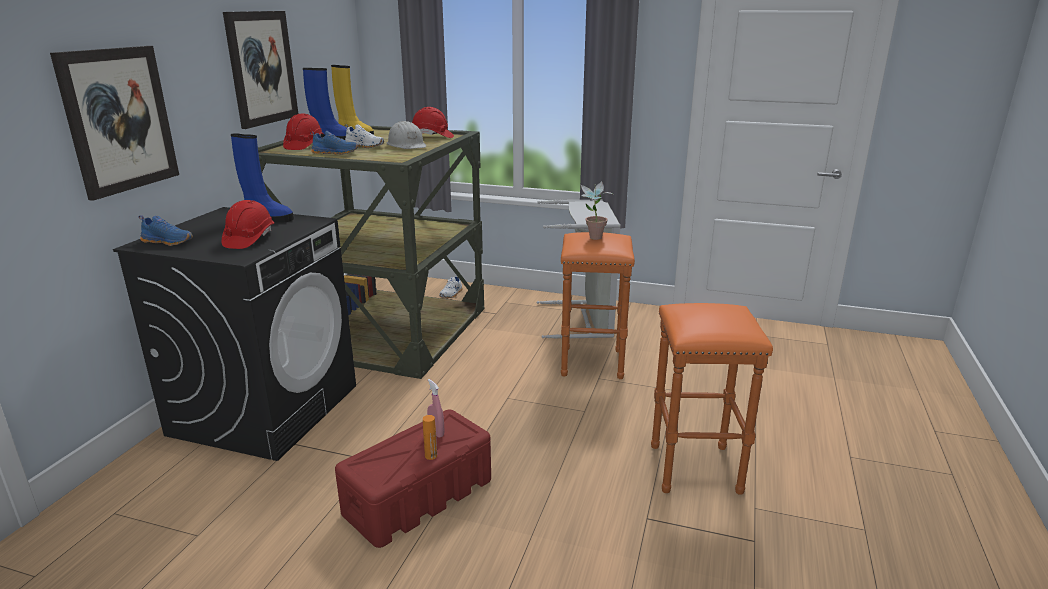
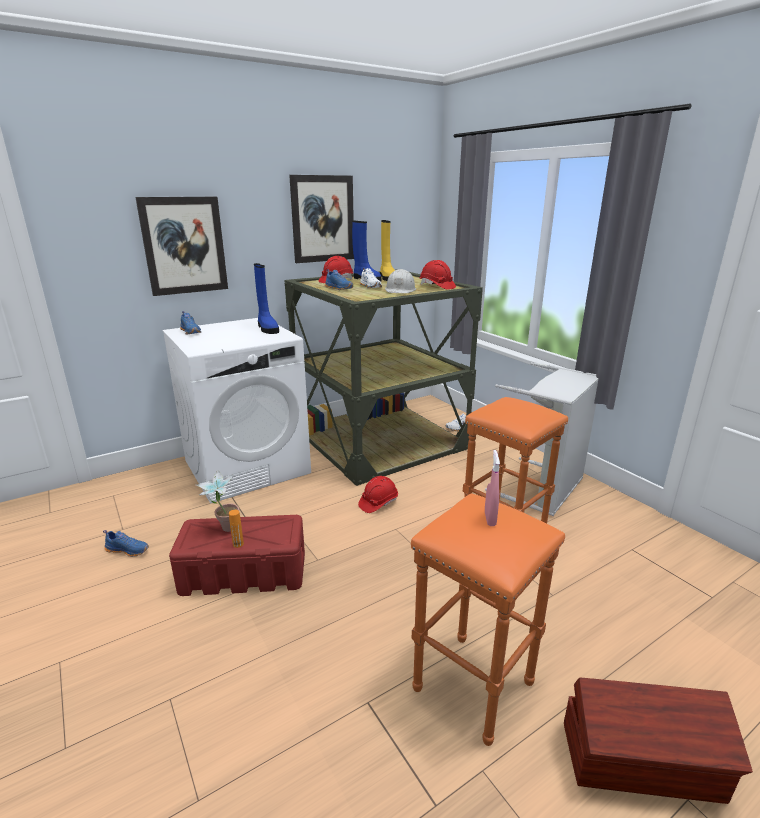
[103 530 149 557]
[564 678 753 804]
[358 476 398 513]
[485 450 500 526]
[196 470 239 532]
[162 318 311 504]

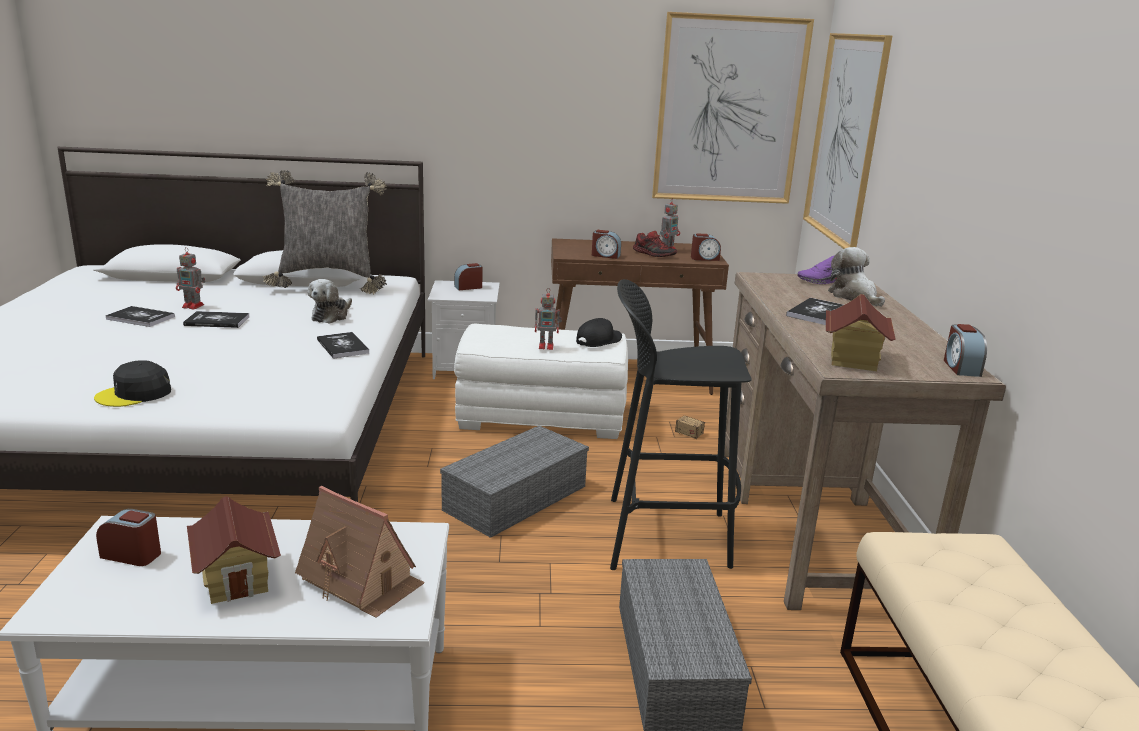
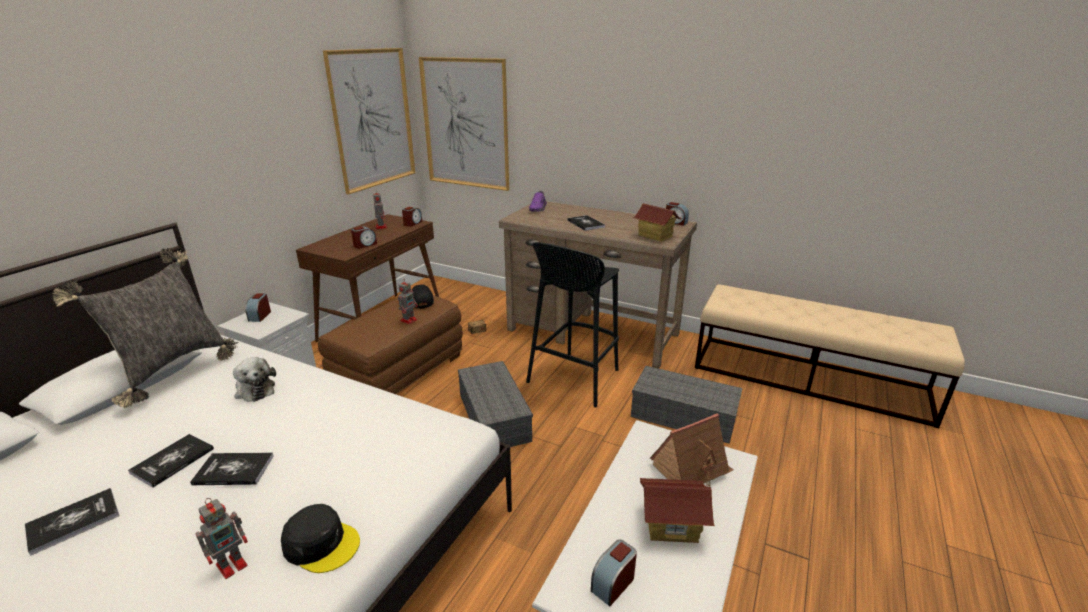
[633 231 677 257] (first image)
[828 247 885 307] (first image)
[195 498 248 579]
[190 452 274 485]
[318 295 463 394]
[281 504 360 573]

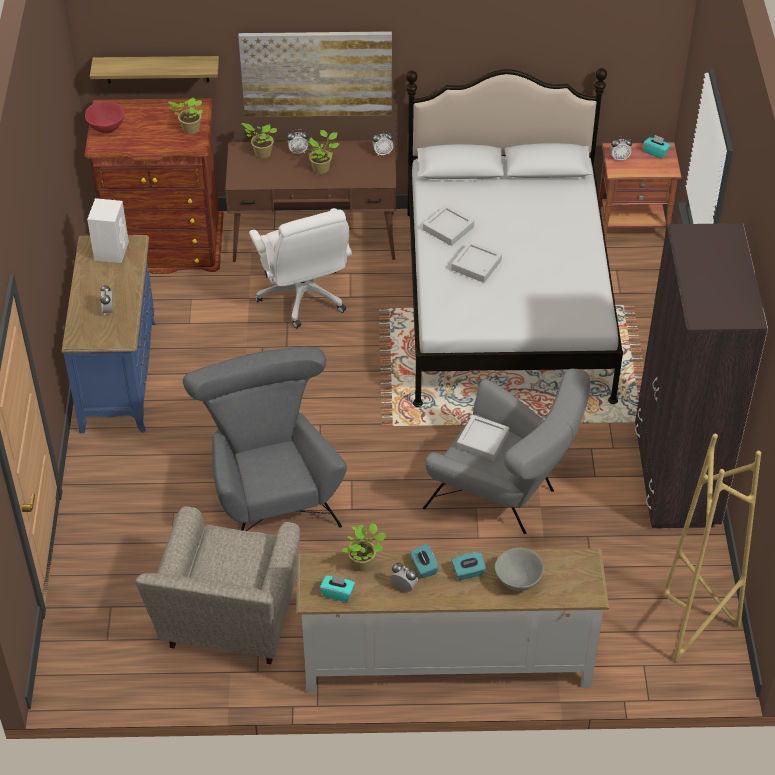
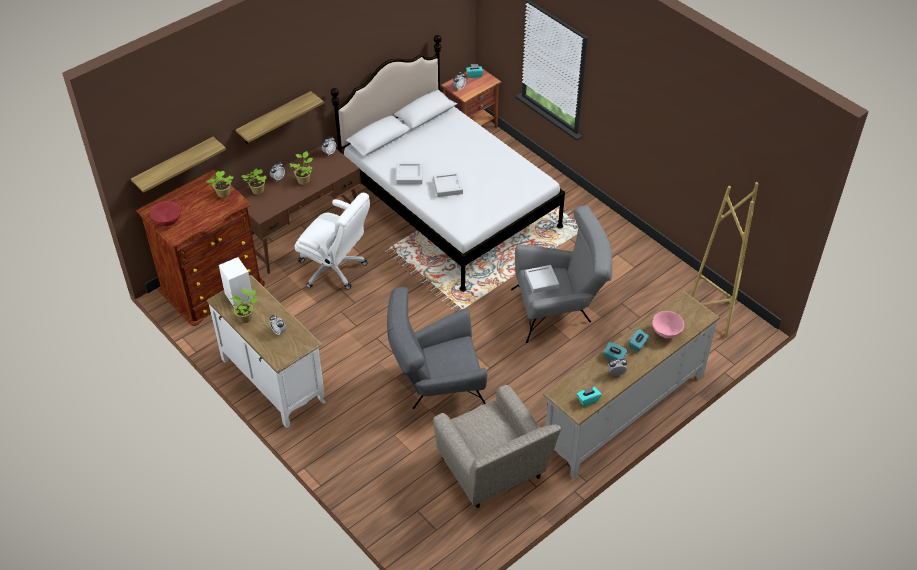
[635 223 768 529] (first image)
[230 289 258 323]
[236 91 324 144]
[206 275 325 428]
[652 311 684 338]
[387 287 487 409]

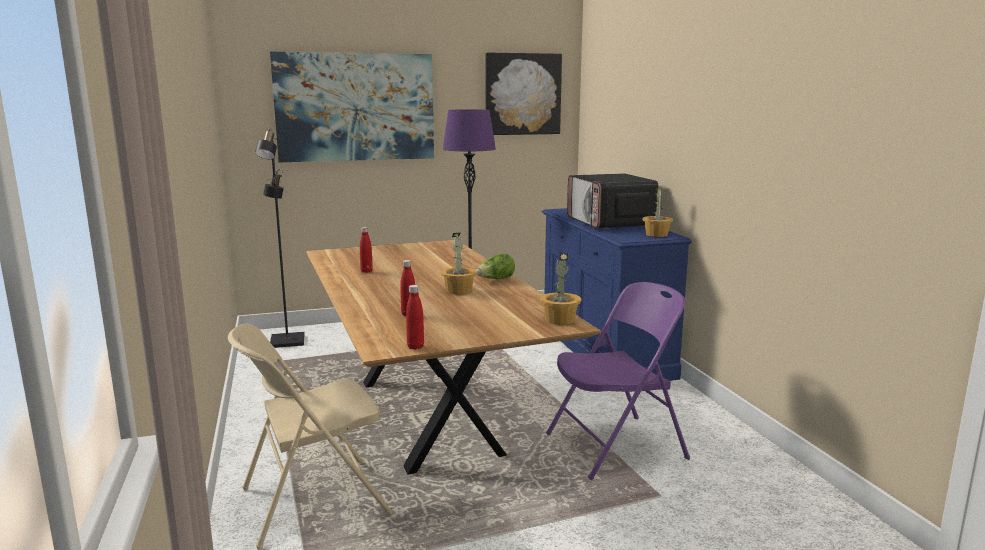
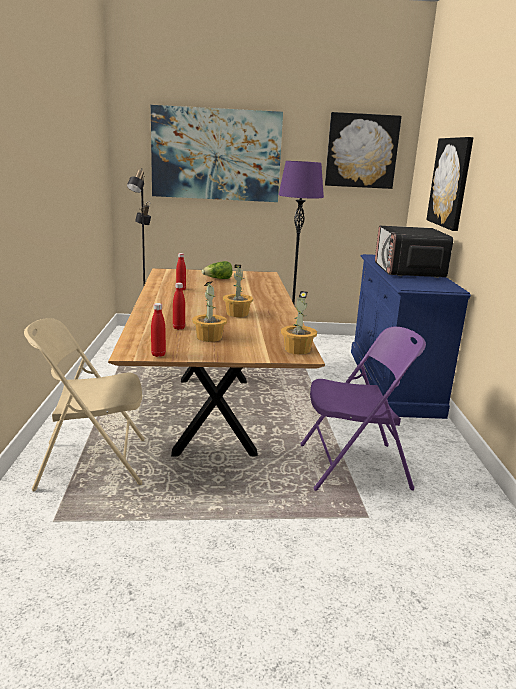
[426 137 473 231]
[202 261 232 279]
[192 281 227 342]

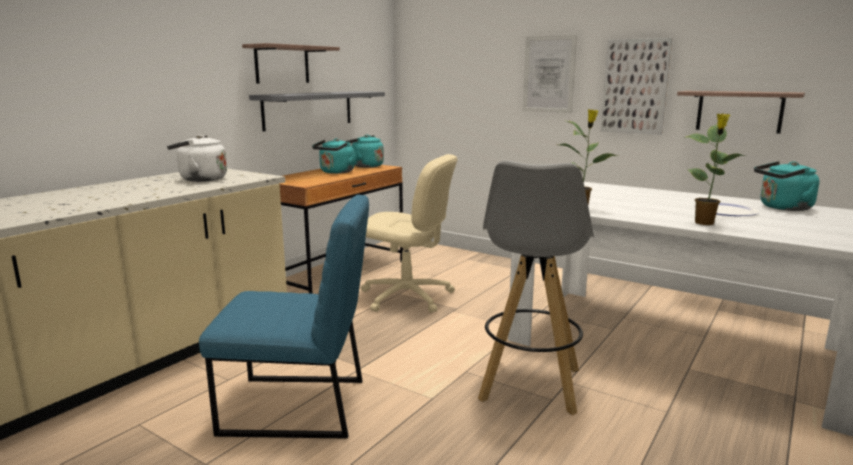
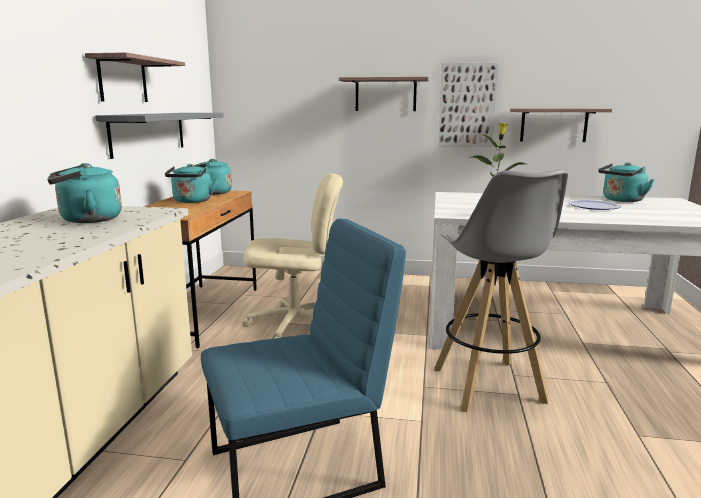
[685 113 746 225] (first image)
[339 77 429 111]
[47 163 122 223]

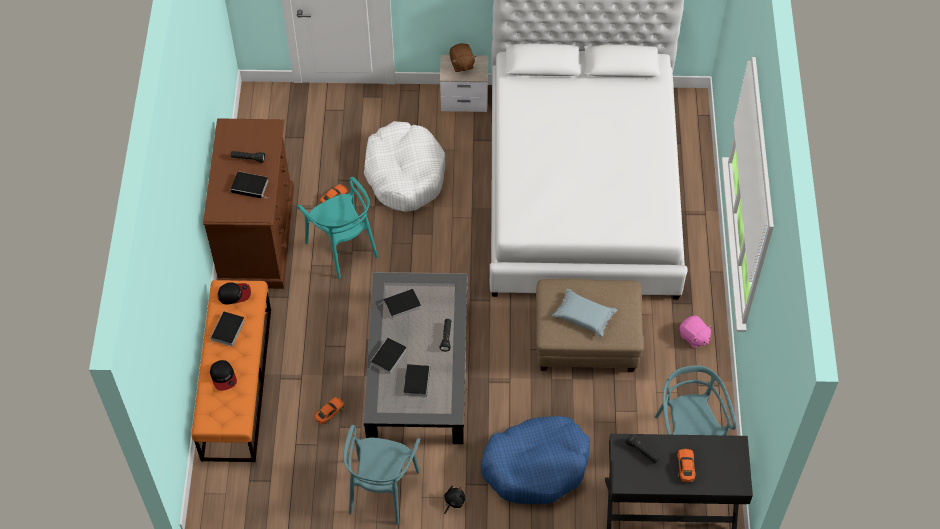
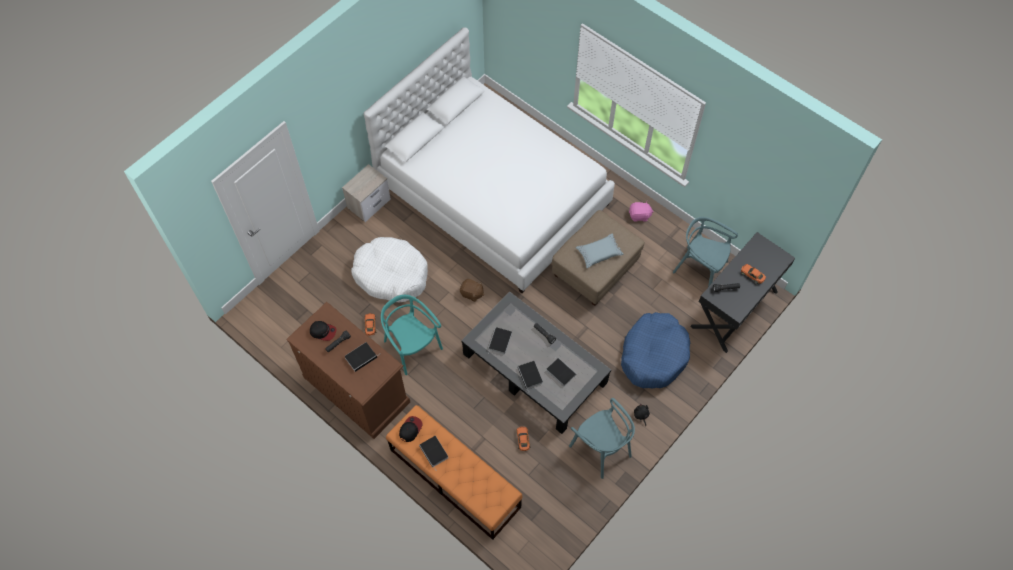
[310 321 337 341]
[460 279 484 302]
[381 295 443 375]

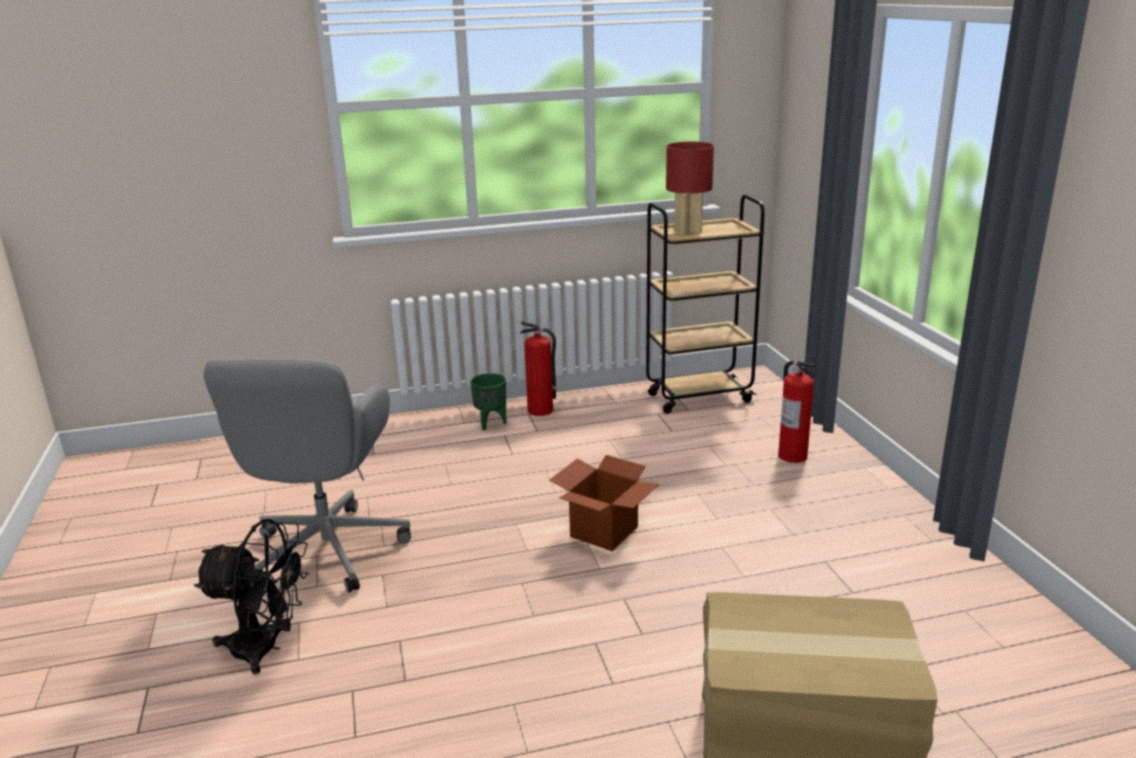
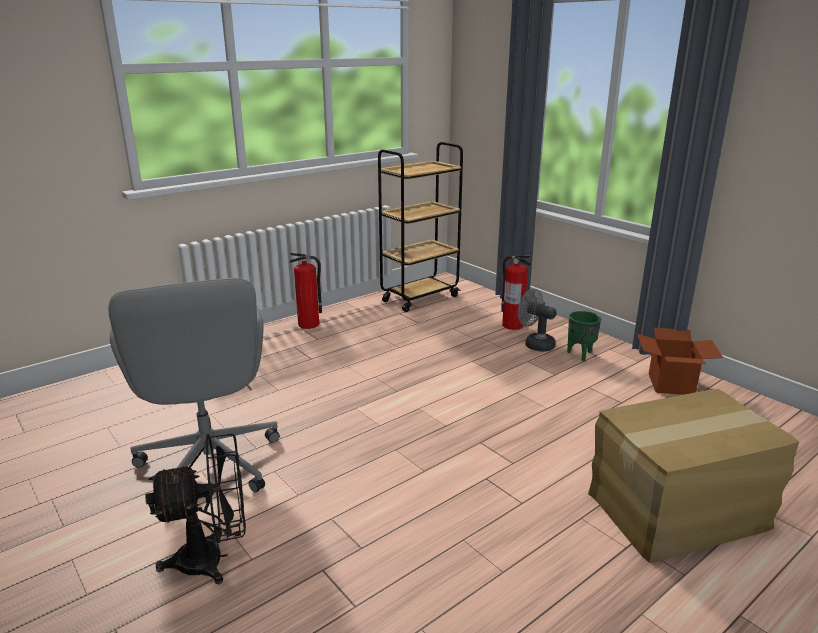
[666 142 714 235] (first image)
[518 289 557 352]
[567 311 601 361]
[637 328 723 395]

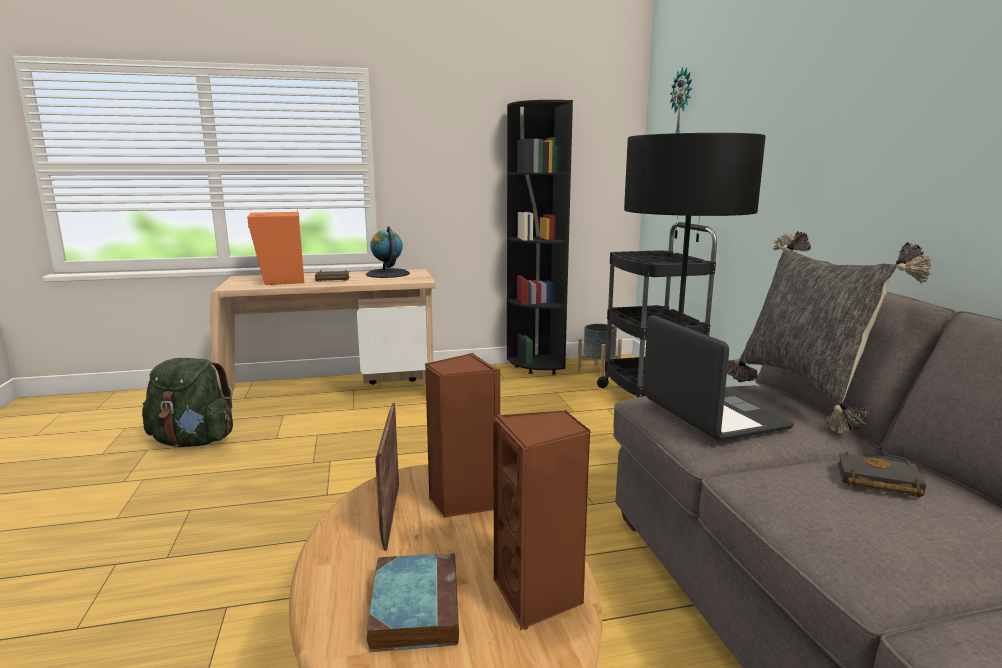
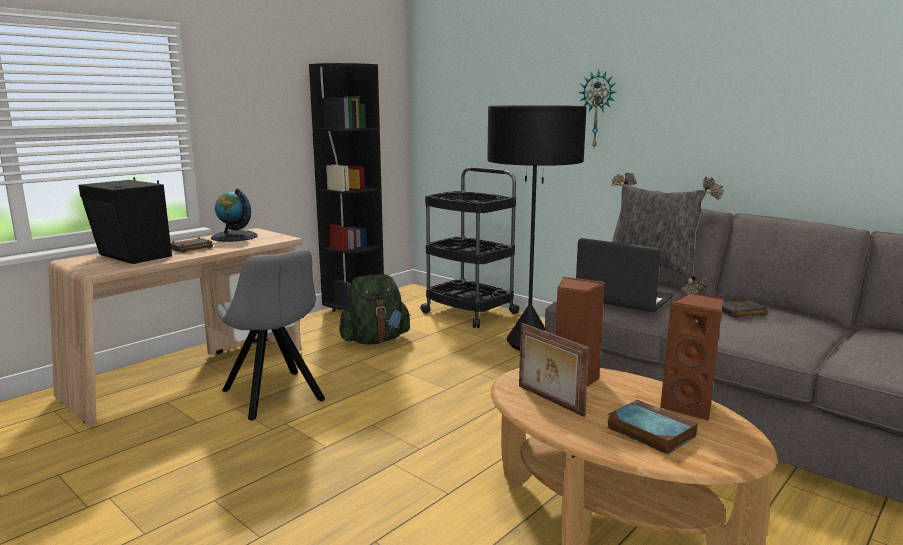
[577 324 622 377] (first image)
[216 249 325 421]
[339 274 411 344]
[579 70 616 148]
[79 177 172 264]

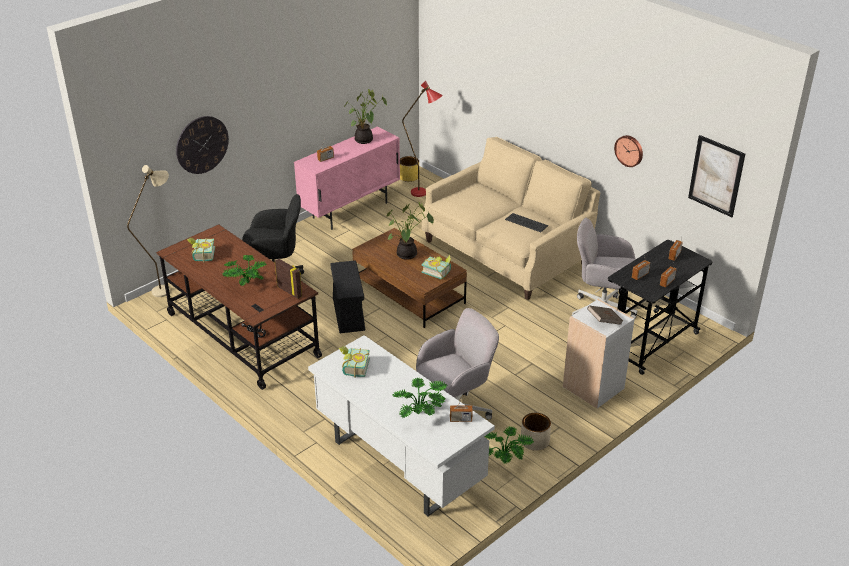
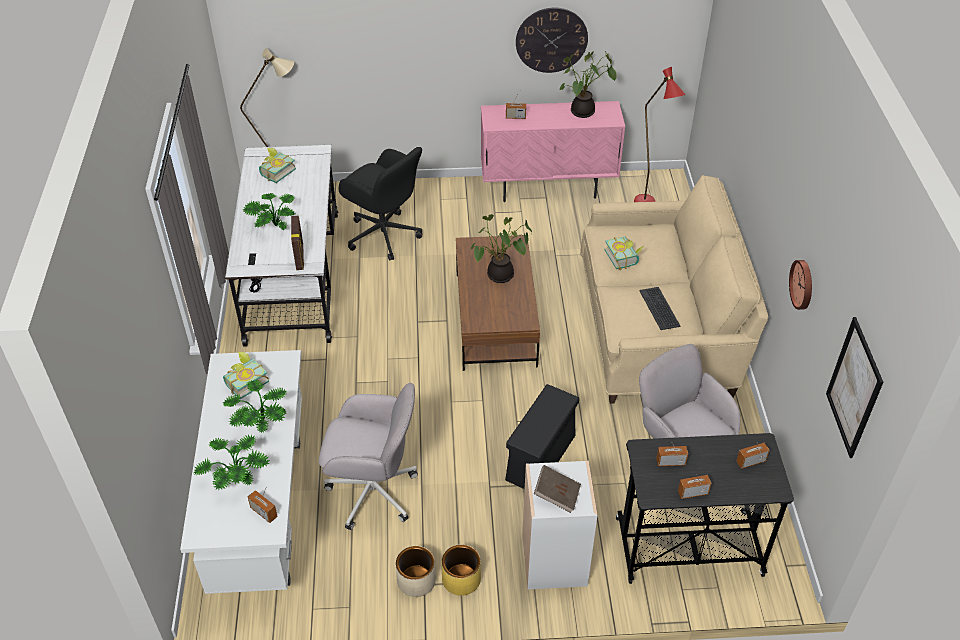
[516 8 588 73]
[505 384 579 489]
[442 545 481 596]
[605 236 643 270]
[223 380 287 433]
[225 145 338 347]

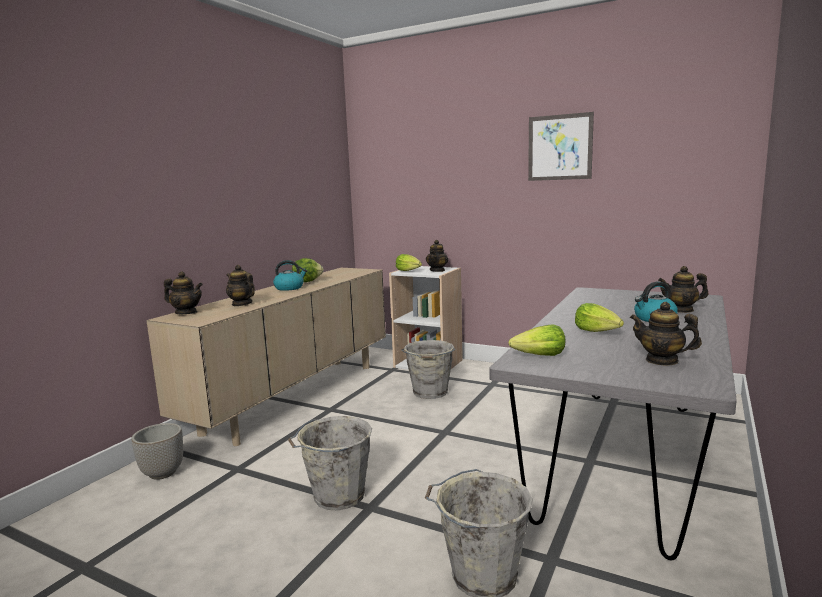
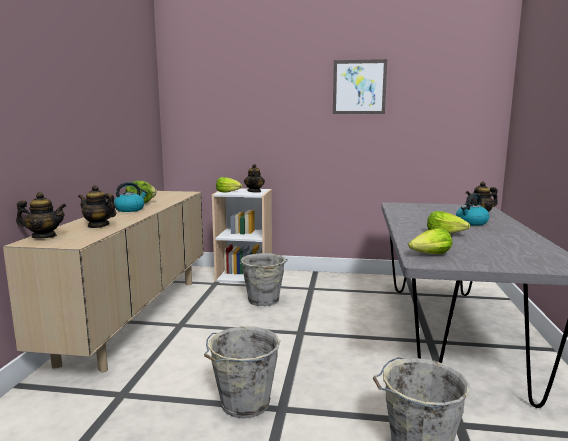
[131 423 183 480] (first image)
[630 302 702 366] (first image)

